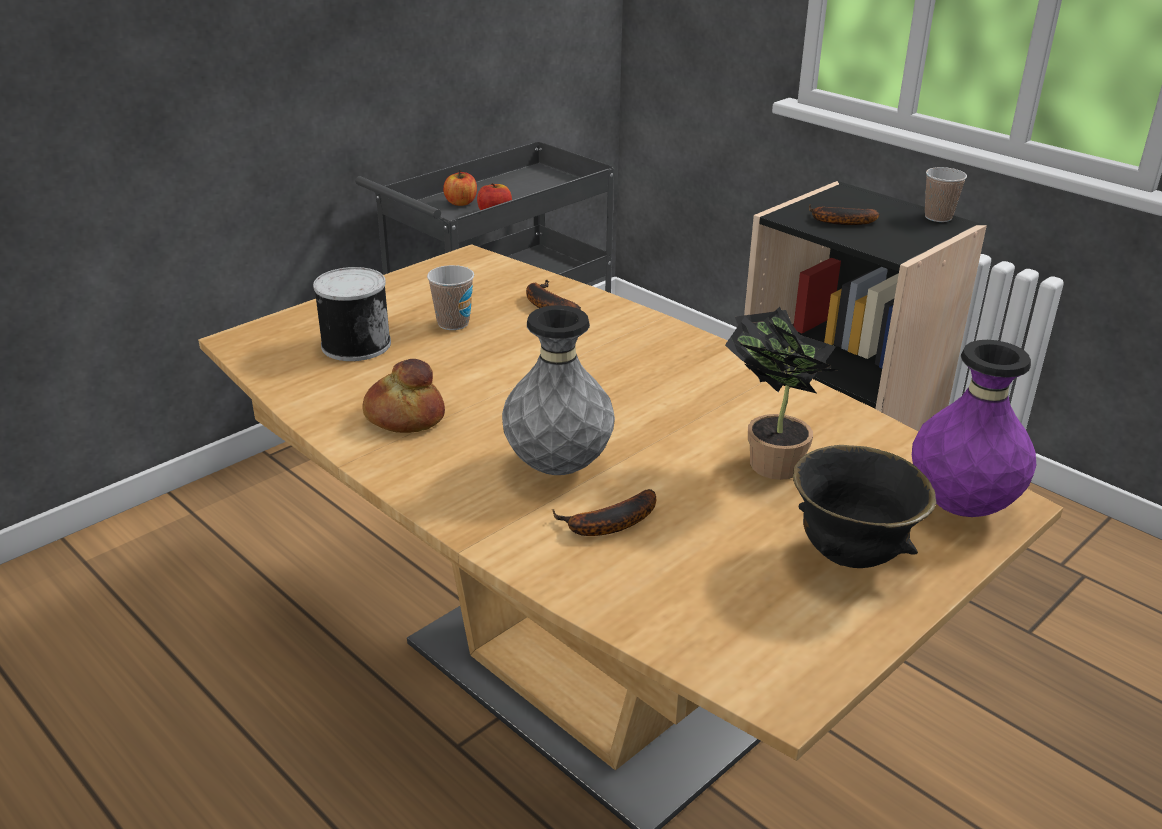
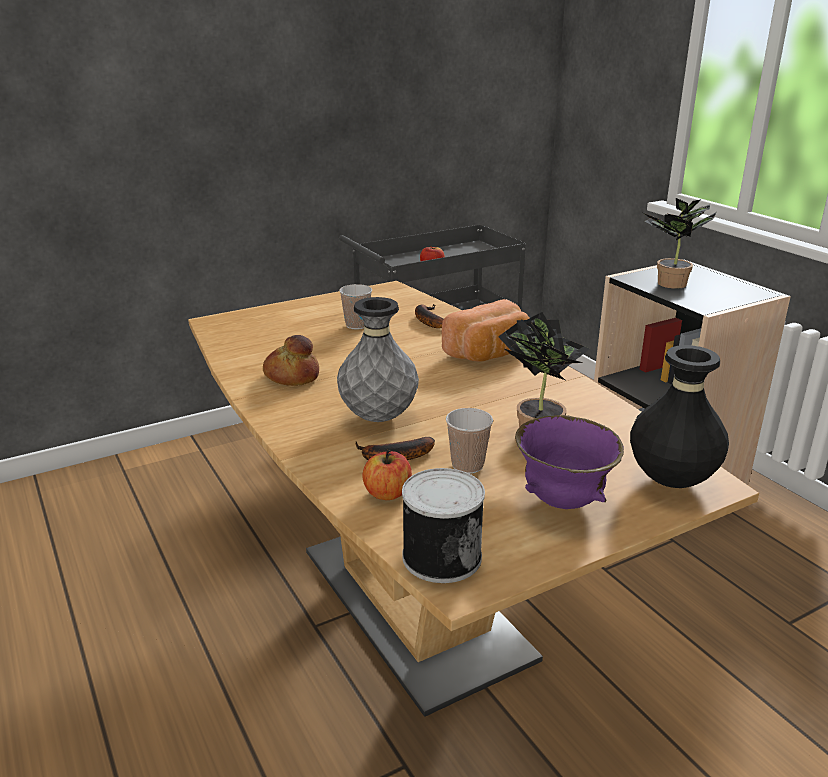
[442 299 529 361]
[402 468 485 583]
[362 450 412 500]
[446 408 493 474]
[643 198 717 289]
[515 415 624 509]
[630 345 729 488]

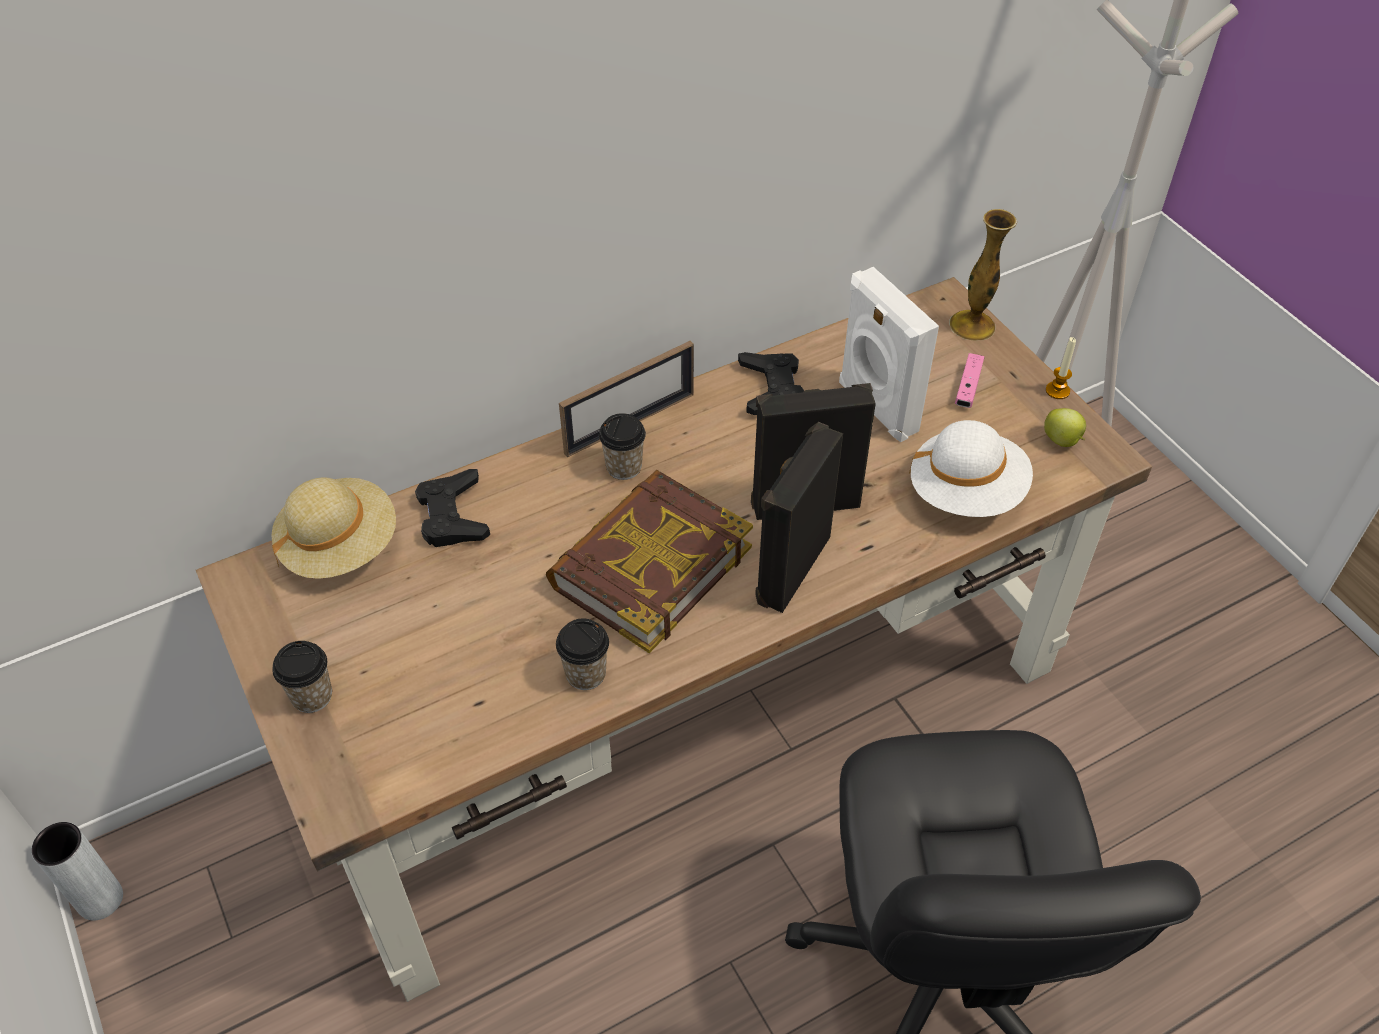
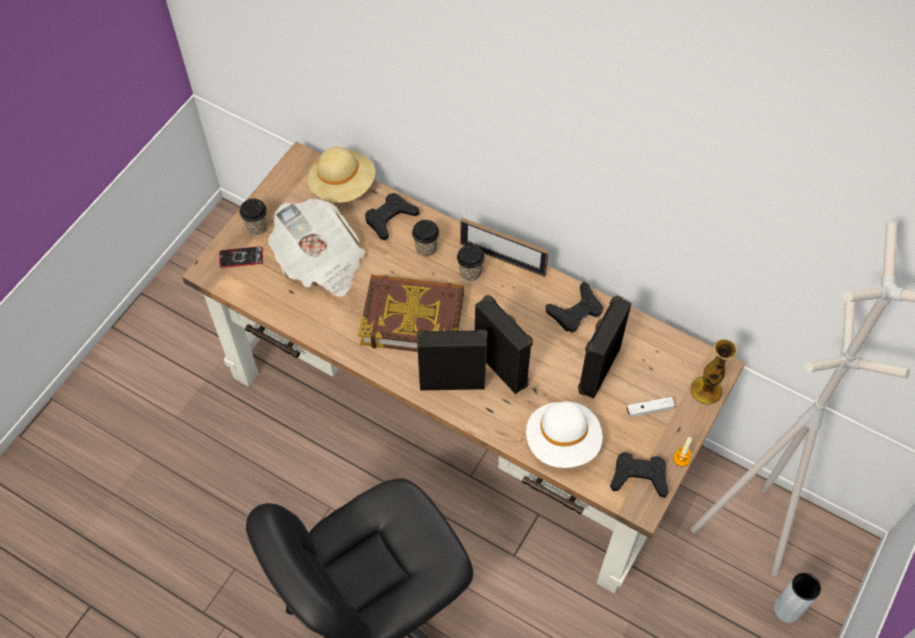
[219 246 263 268]
[268 199 365 297]
[774 572 821 623]
[412 220 439 257]
[610 452 669 498]
[578 295 632 399]
[627 397 675 417]

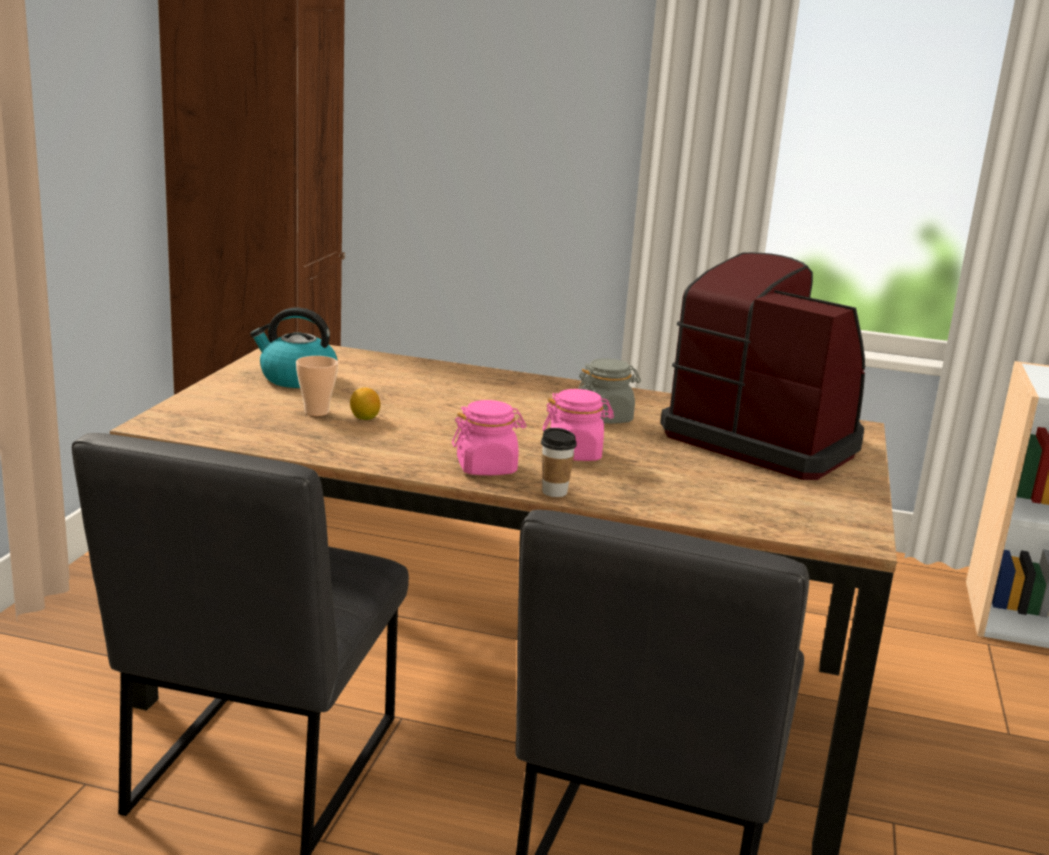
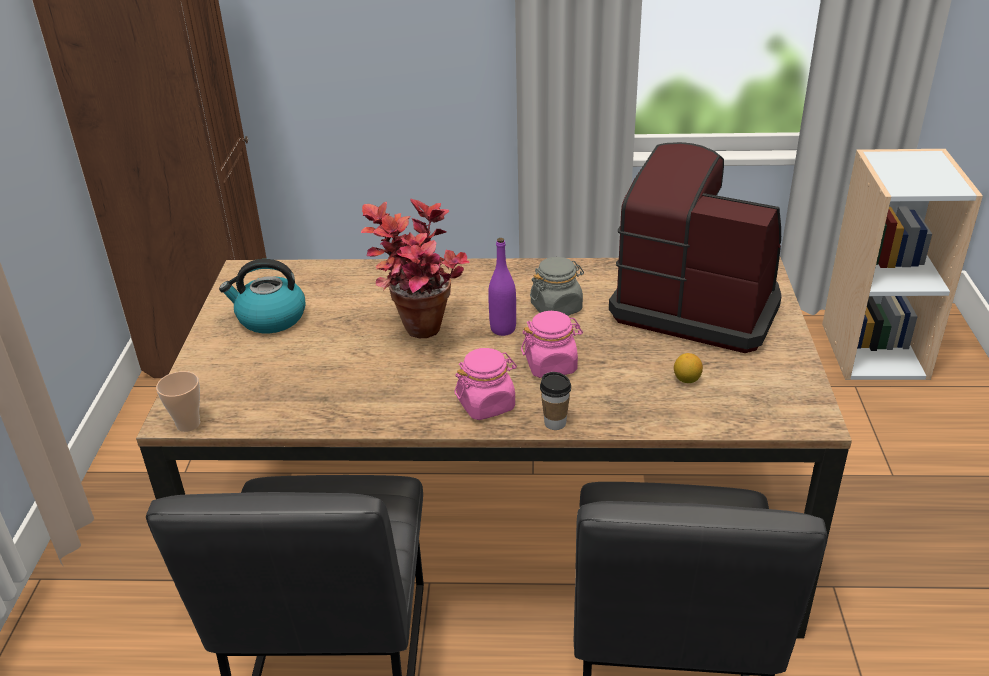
[361 199 470 338]
[488 238 516 336]
[156 371 200 432]
[674 353 703 383]

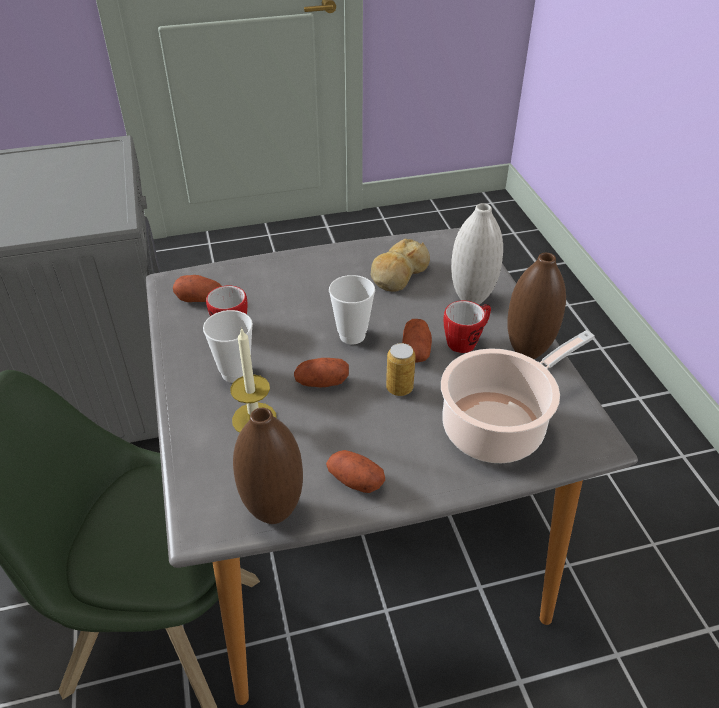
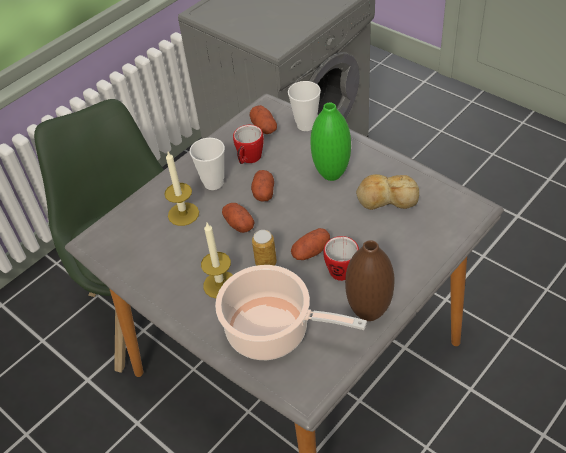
[233 408 303 524] (first image)
[451 203 503 305] (first image)
[201 223 233 298]
[311 102 351 181]
[251 170 274 202]
[288 81 321 131]

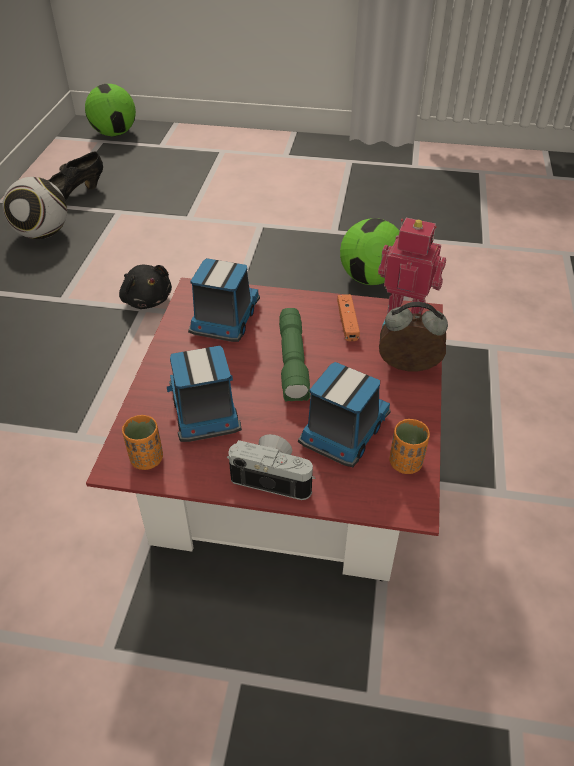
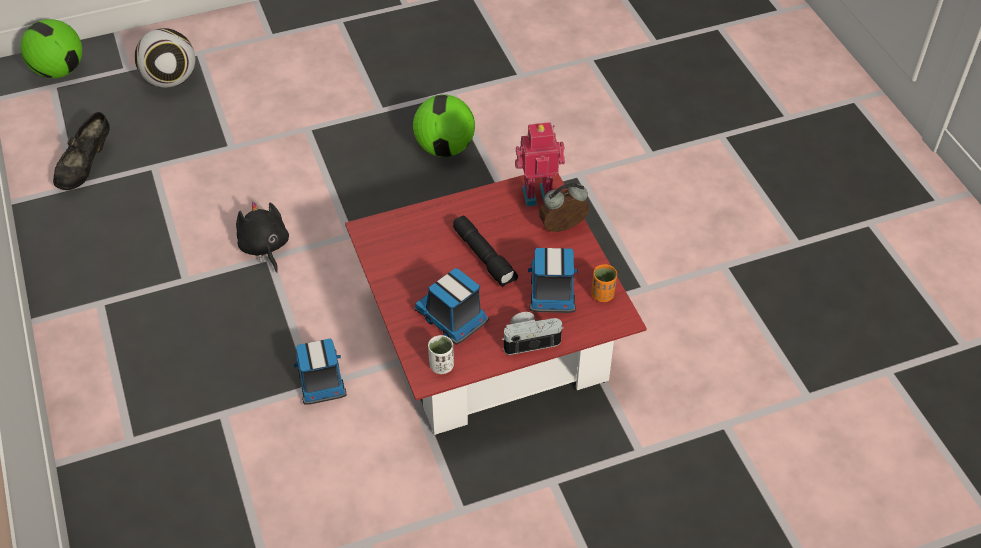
[337 294 360 341] (first image)
[135 28 195 88]
[294 338 347 405]
[428 335 454 374]
[453 215 518 287]
[236 201 289 273]

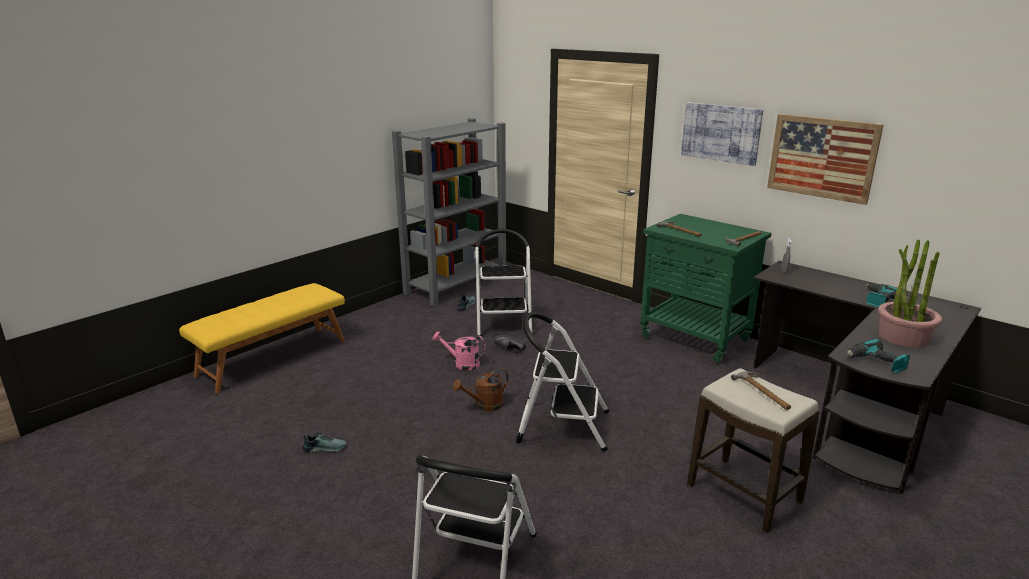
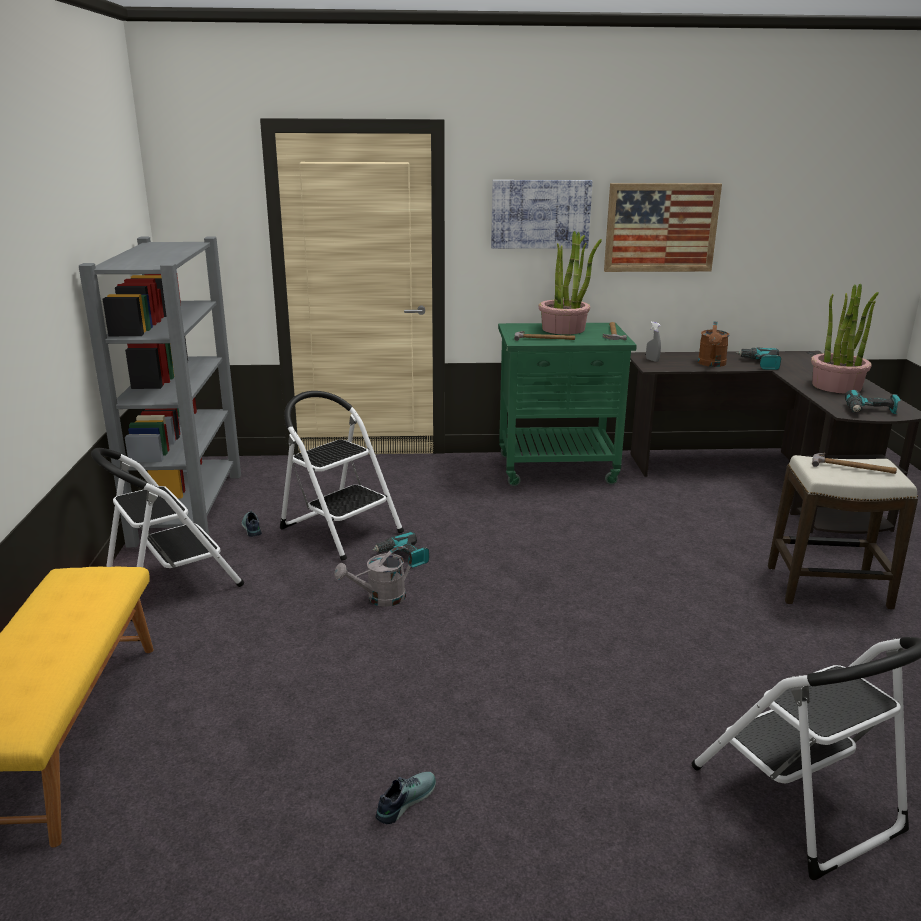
[538 231 602 335]
[698 322 729 367]
[91 448 244 621]
[372 532 429 568]
[334 546 412 607]

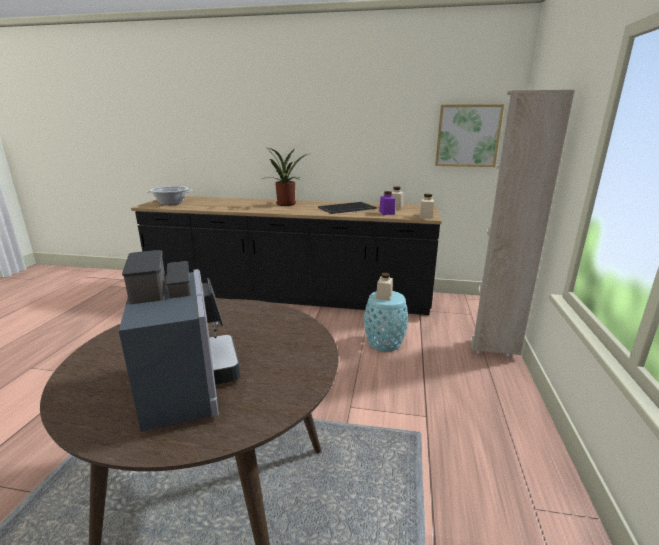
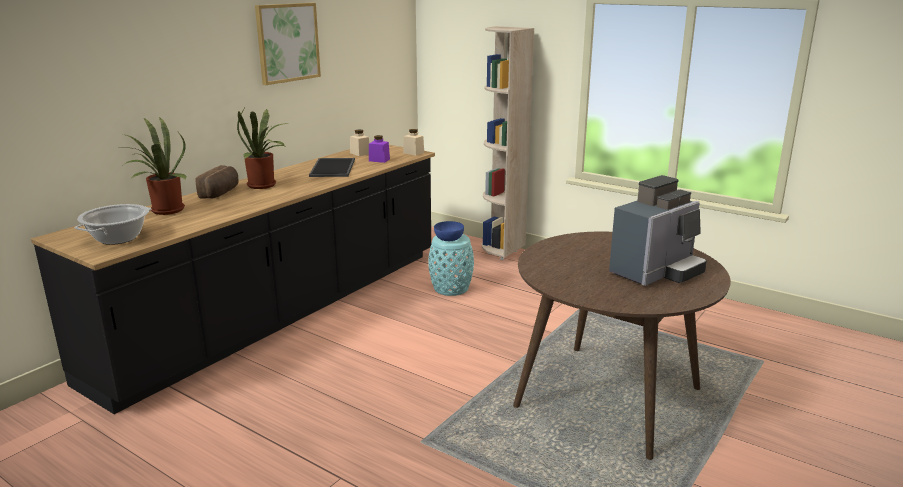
[122 117 186 215]
[196 165 239 199]
[255 3 321 85]
[434 221 464 241]
[609 175 707 286]

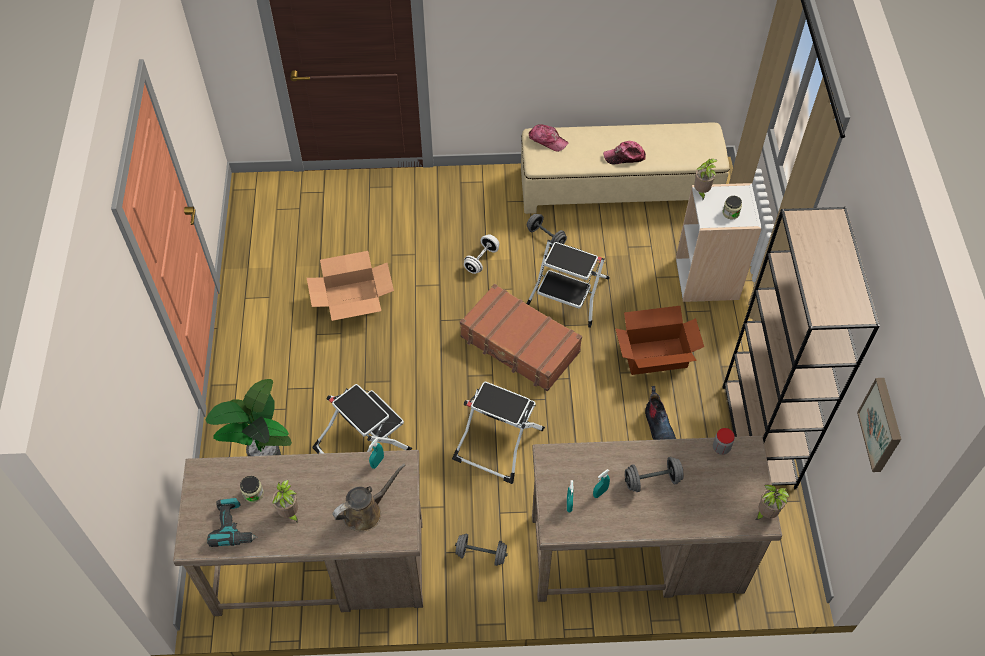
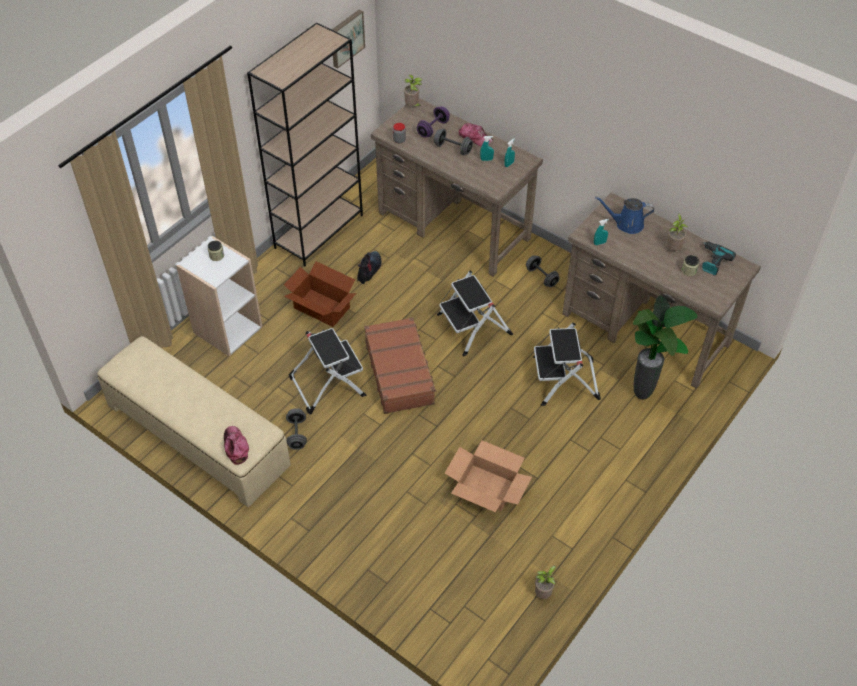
[464 234 499 274] (first image)
[417 106 450 138]
[459 123 493 147]
[535 566 556 599]
[595 197 654 234]

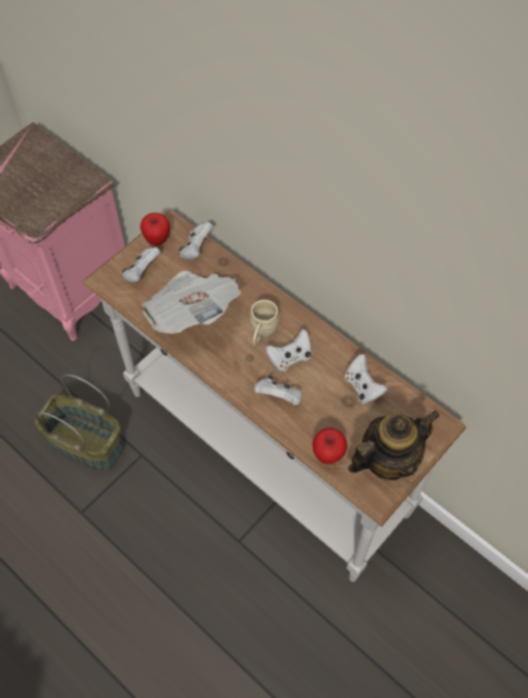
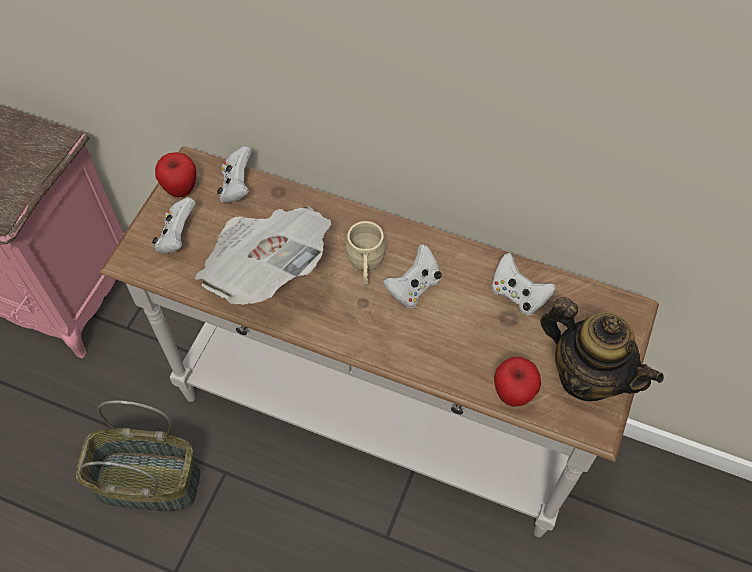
[254 375 302 405] (first image)
[540 297 664 401]

